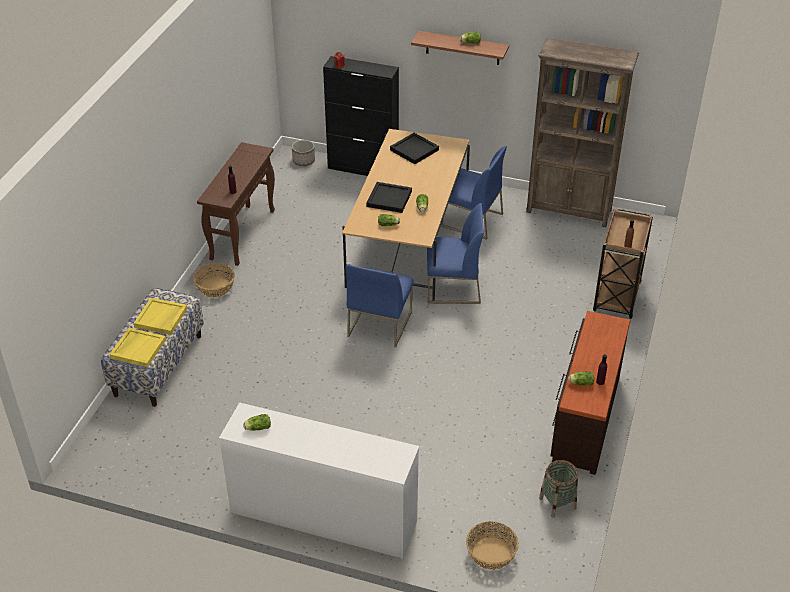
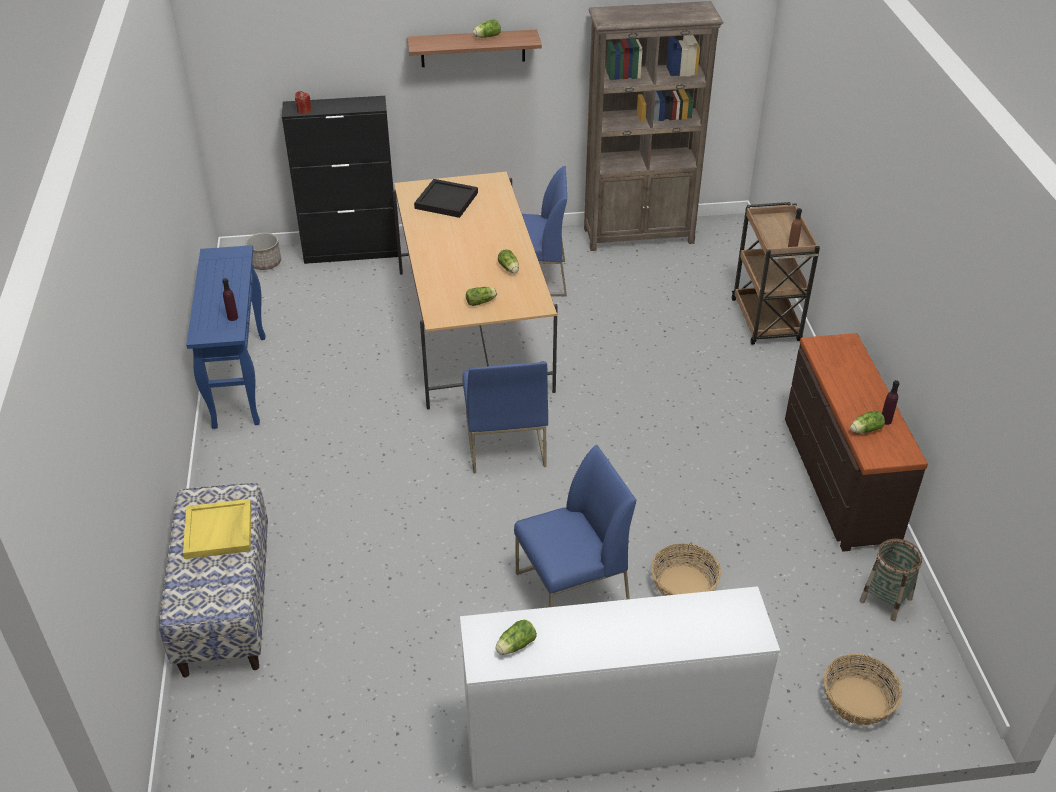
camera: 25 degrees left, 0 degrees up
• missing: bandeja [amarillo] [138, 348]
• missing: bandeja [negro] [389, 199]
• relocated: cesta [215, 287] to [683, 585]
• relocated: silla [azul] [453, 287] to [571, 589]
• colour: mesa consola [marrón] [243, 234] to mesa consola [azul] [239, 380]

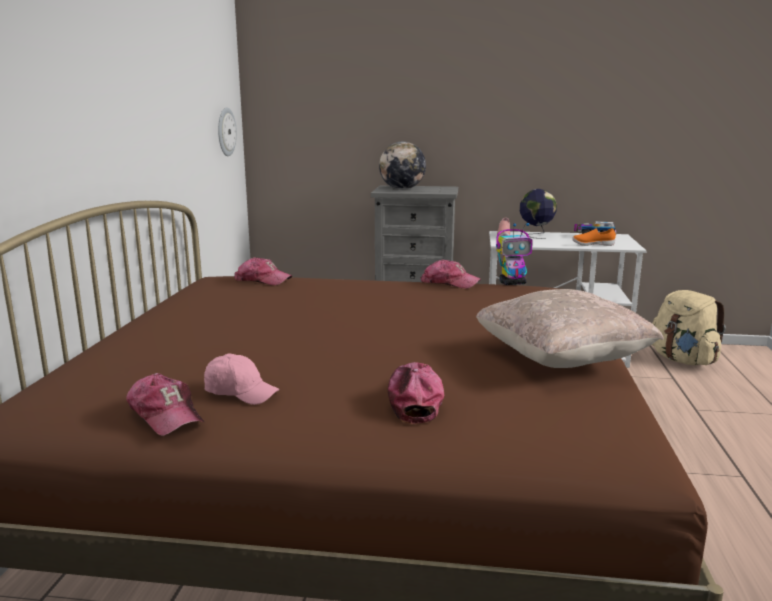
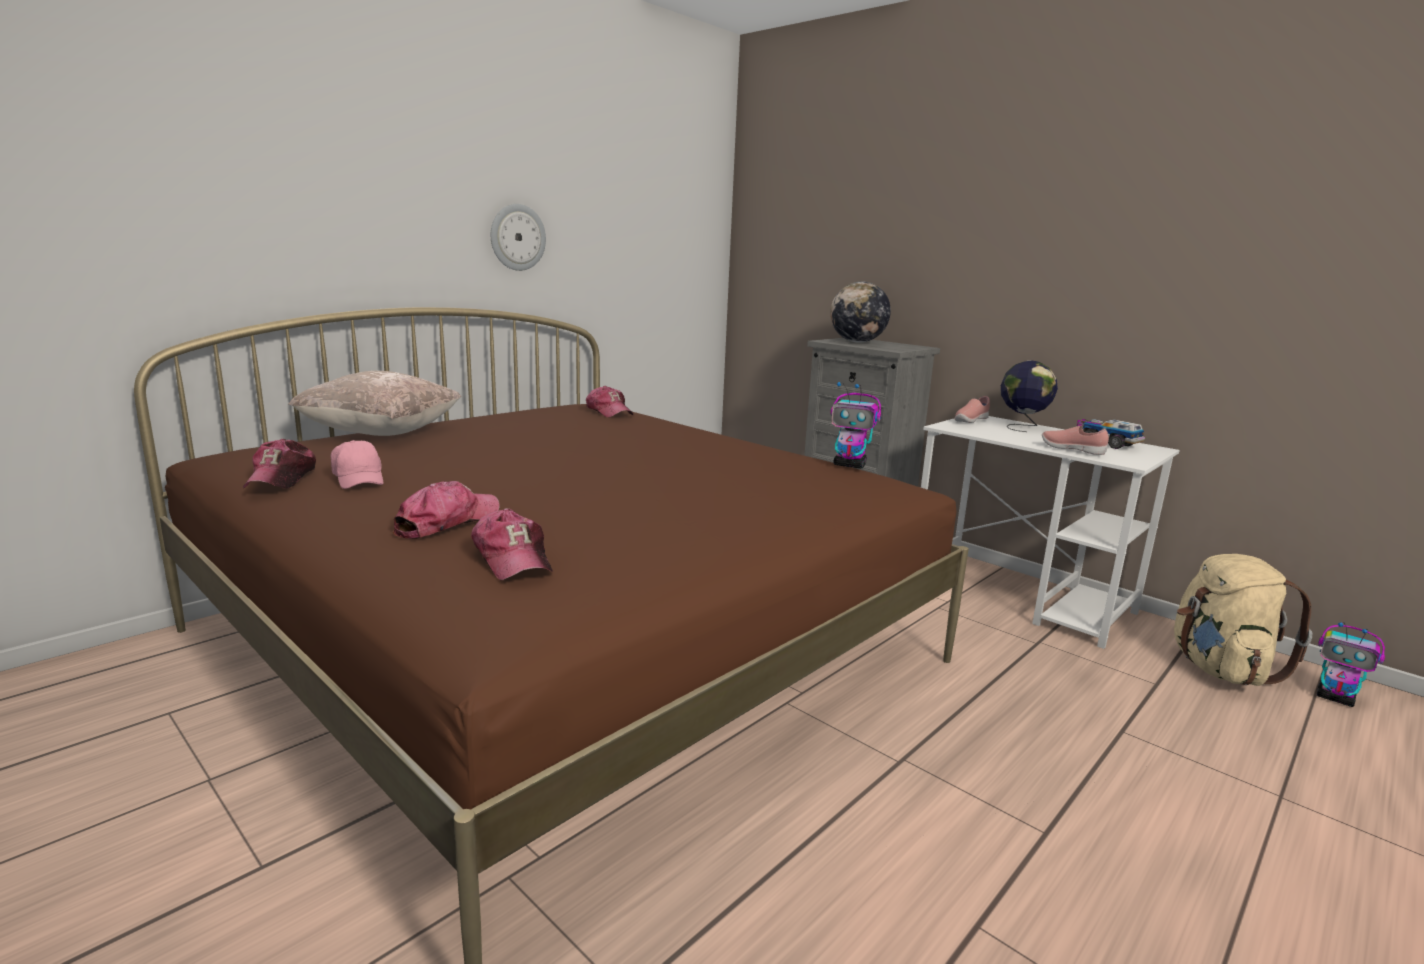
camera: 35 degrees right, 0 degrees up
• appeared: robot de juguete [1335, 698]
• relocated: reloj de pared [225, 132] to [517, 237]
• relocated: gorra [449, 283] to [513, 559]
• relocated: cojín [beis] [561, 360] to [381, 434]
• colour: zapato [naranja] [592, 245] to zapato [rosa] [1072, 450]

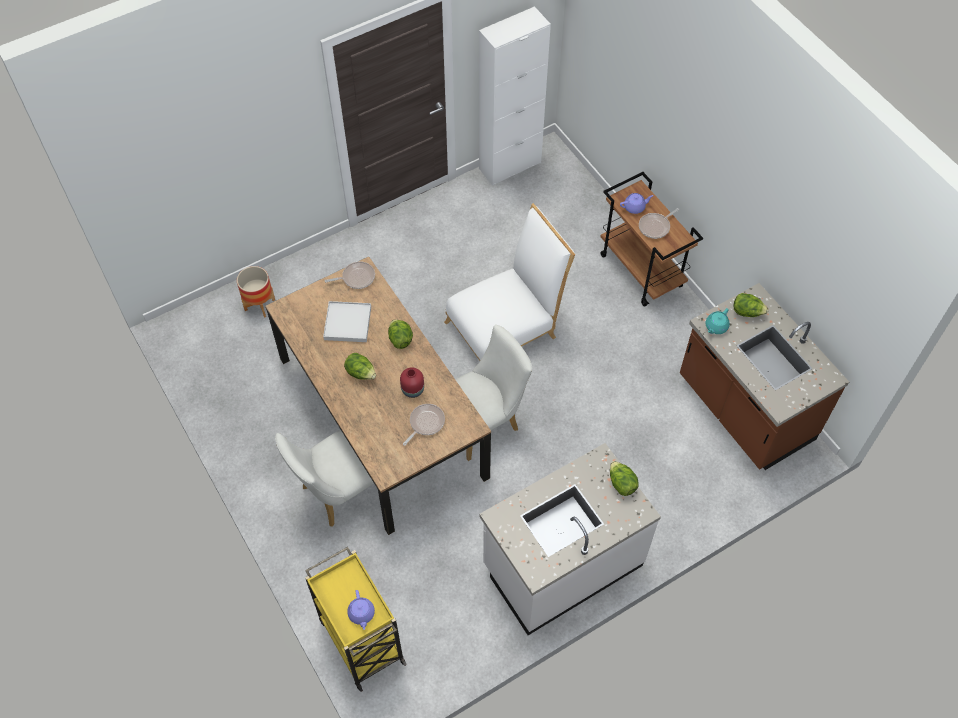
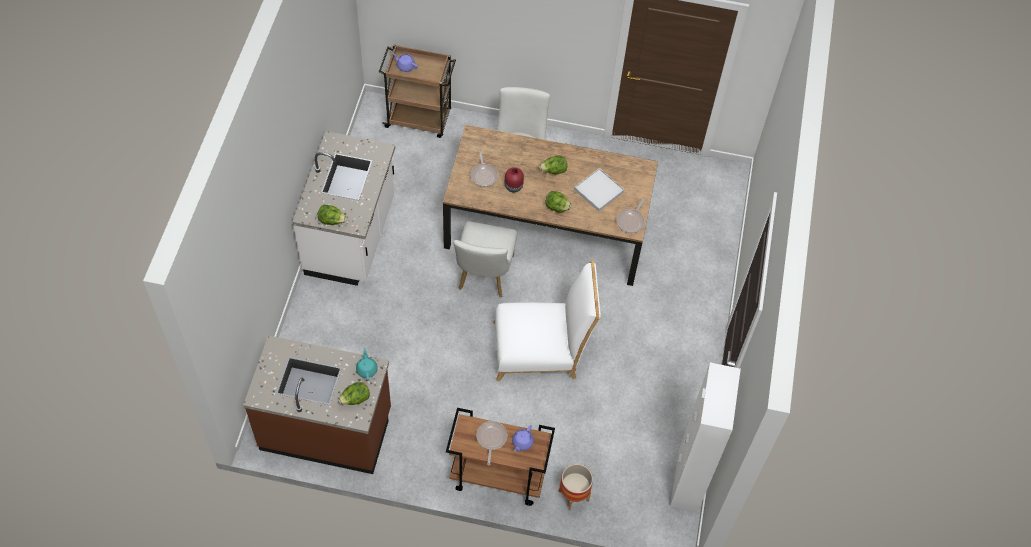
camera: 130 degrees right, 0 degrees up
• relocated: maceta [260, 305] to [573, 495]
• colour: carrito [amarillo] [361, 639] to carrito [marrón] [419, 119]
• spun: silla [blanco] [506, 326] = [541, 349] 105 degrees counterclockwise

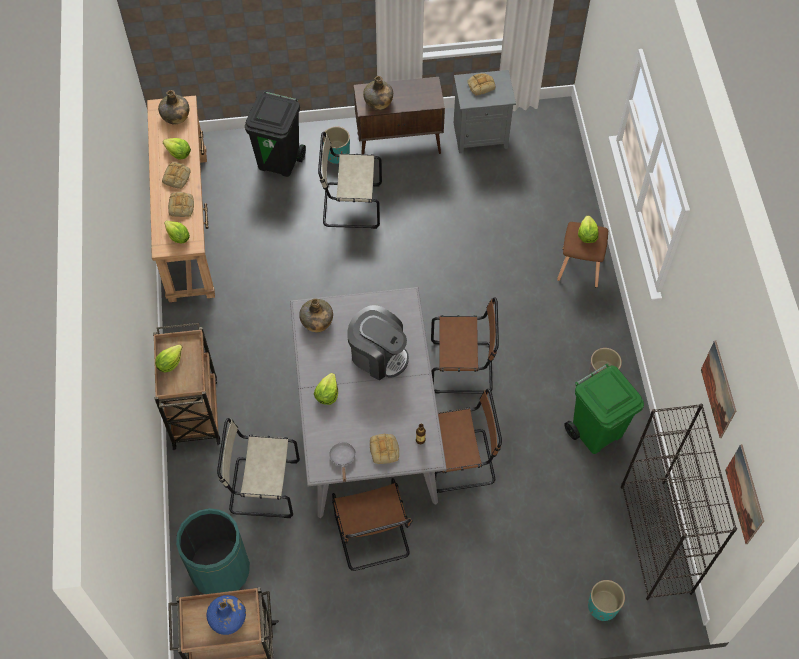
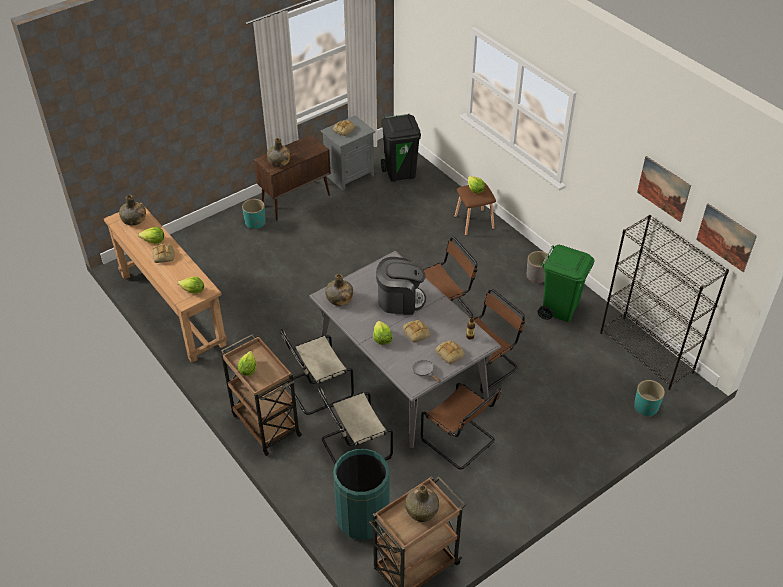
camera: 30 degrees left, 15 degrees down
• relocated: pan [181, 207] to [417, 333]
• relocated: papelera [negro] [279, 161] to [400, 173]
• relocated: silla [beis] [349, 205] to [316, 390]
• colour: botella [azul] [228, 619] to botella [verde] [422, 510]

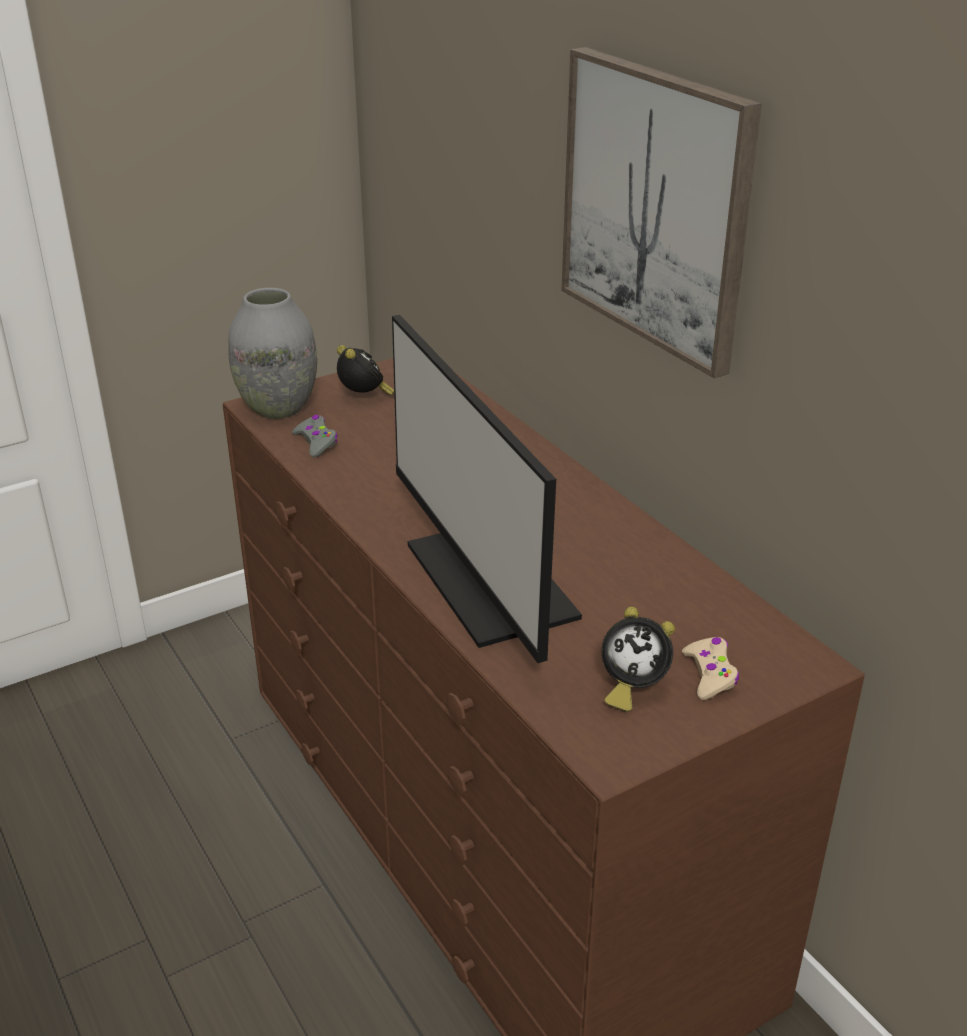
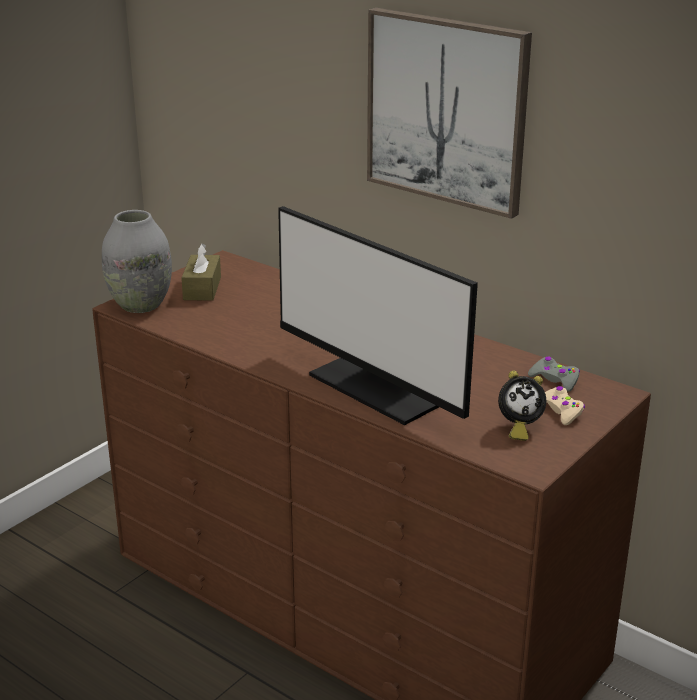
camera: 20 degrees left, 5 degrees down
• relocated: mando de consola [gris] [316, 442] to [555, 379]
• exchanged: despertador [364, 398] to caja de pañuelos [marrón] [202, 288]

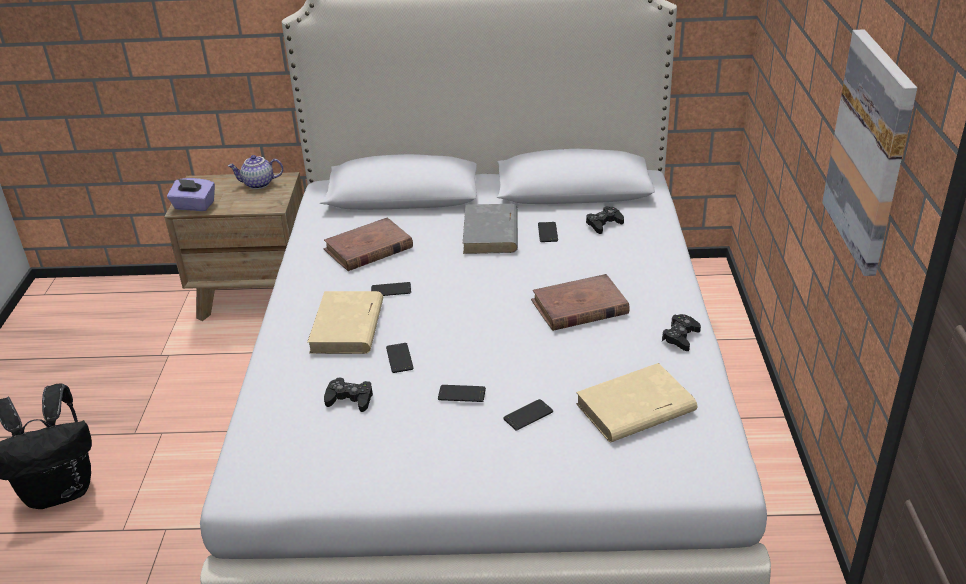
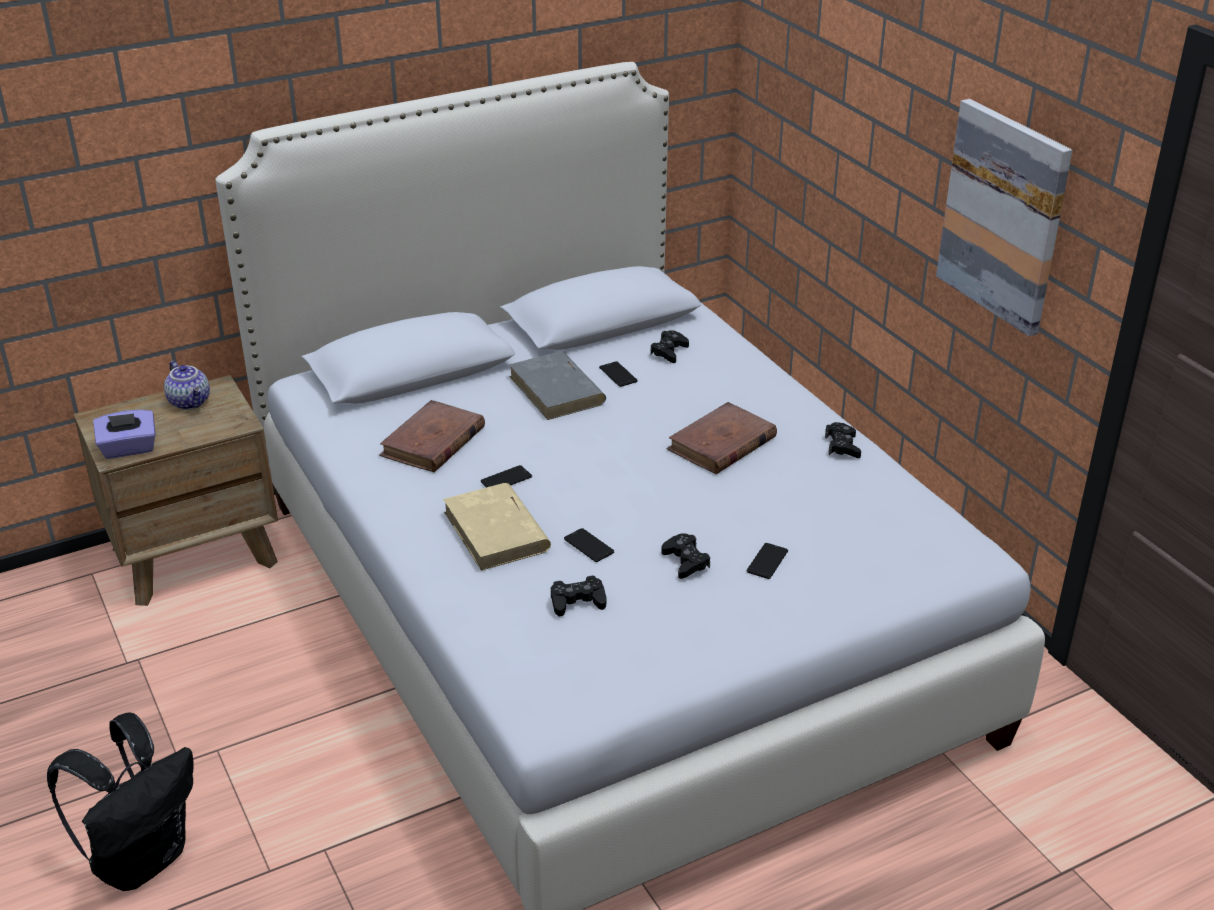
camera: 30 degrees left, 0 degrees up
• missing: libro [beis] [634, 408]
• exchanged: móvil [461, 394] to mando de consola [negro] [685, 561]
• spun: tetera [258, 184] = [190, 402] 90 degrees counterclockwise

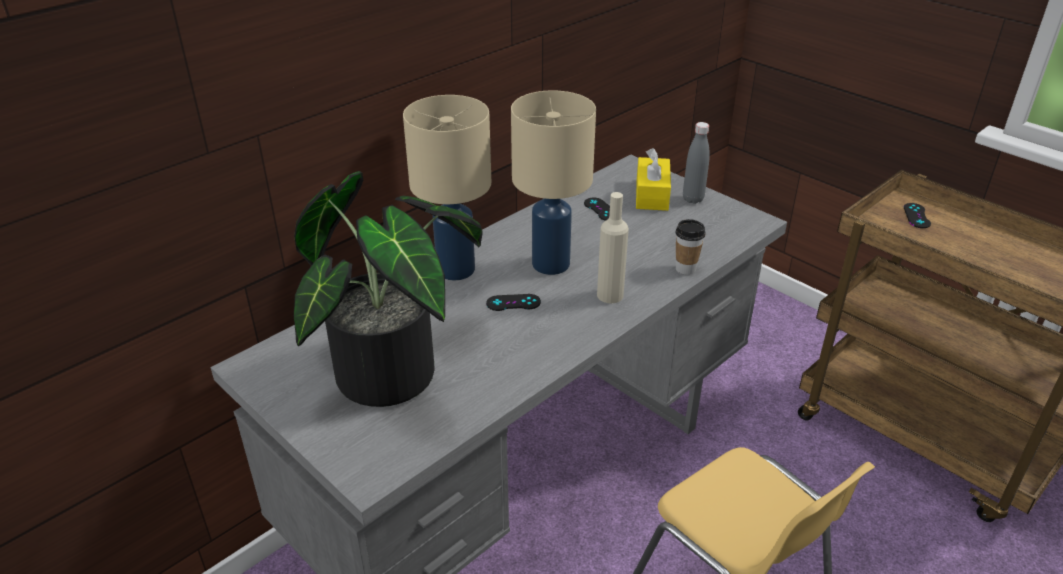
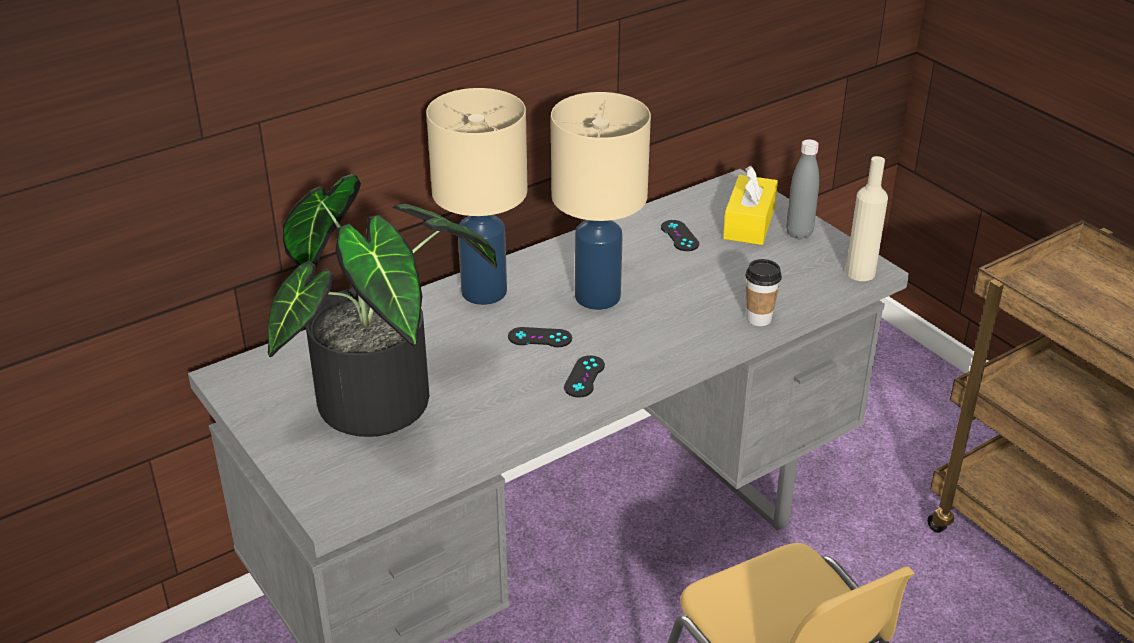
camera: 10 degrees right, 0 degrees up
• relocated: botella [beis] [610, 295] to [860, 272]
• relocated: mando de consola [negro] [916, 216] to [584, 377]

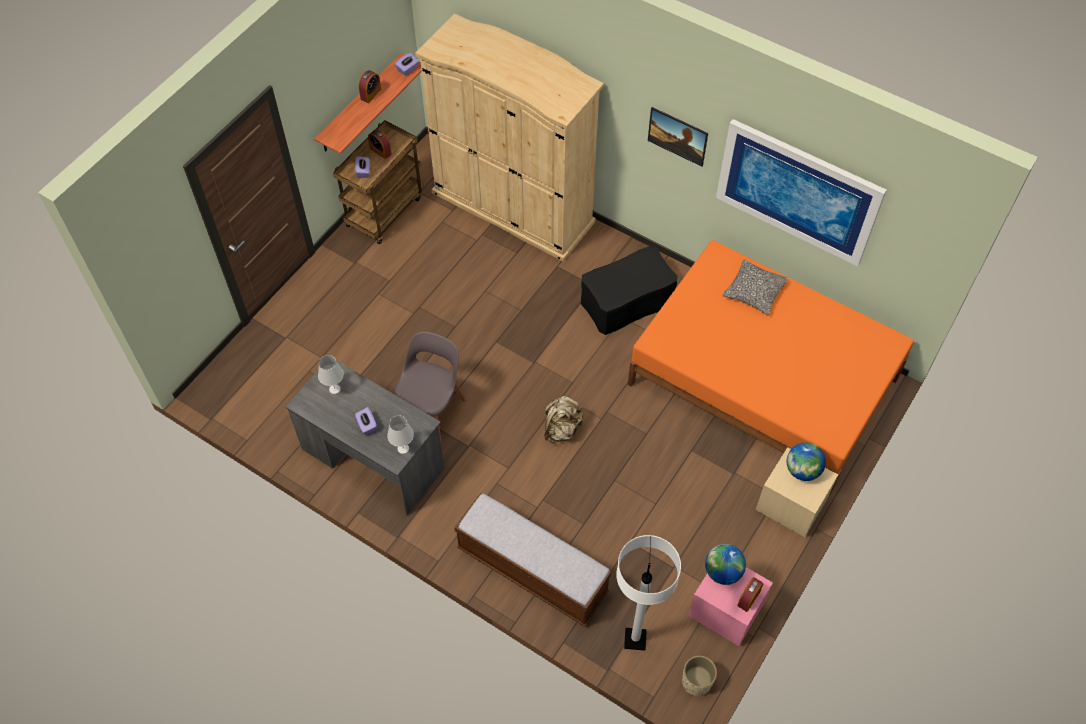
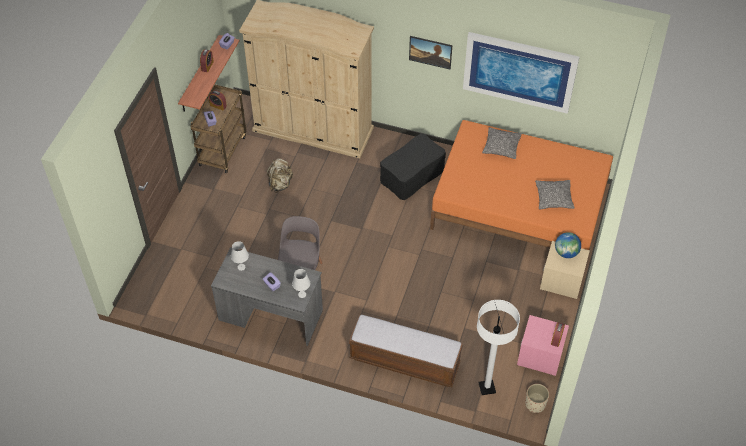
camera: 15 degrees left, 5 degrees down
• missing: globo terráqueo [722, 572]
• appeared: cojín [553, 198]
• relocated: mochila [beis] [562, 429] to [280, 184]

